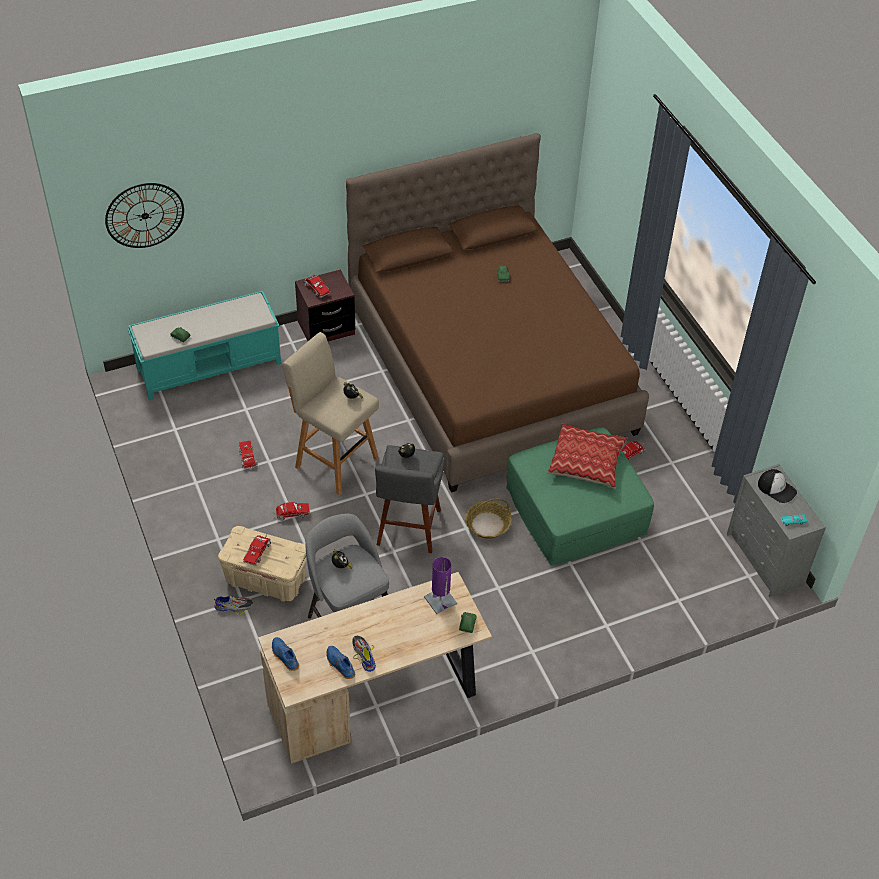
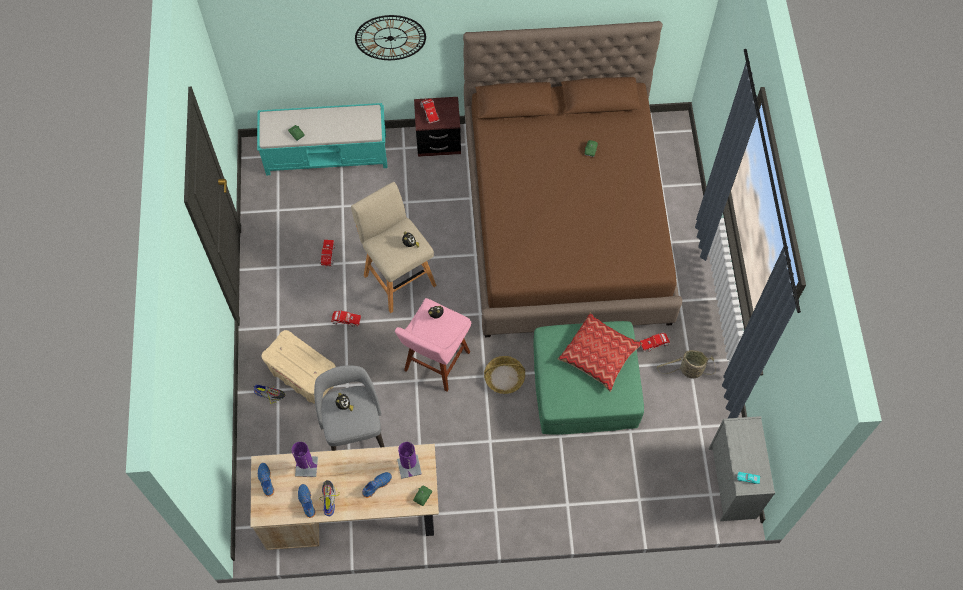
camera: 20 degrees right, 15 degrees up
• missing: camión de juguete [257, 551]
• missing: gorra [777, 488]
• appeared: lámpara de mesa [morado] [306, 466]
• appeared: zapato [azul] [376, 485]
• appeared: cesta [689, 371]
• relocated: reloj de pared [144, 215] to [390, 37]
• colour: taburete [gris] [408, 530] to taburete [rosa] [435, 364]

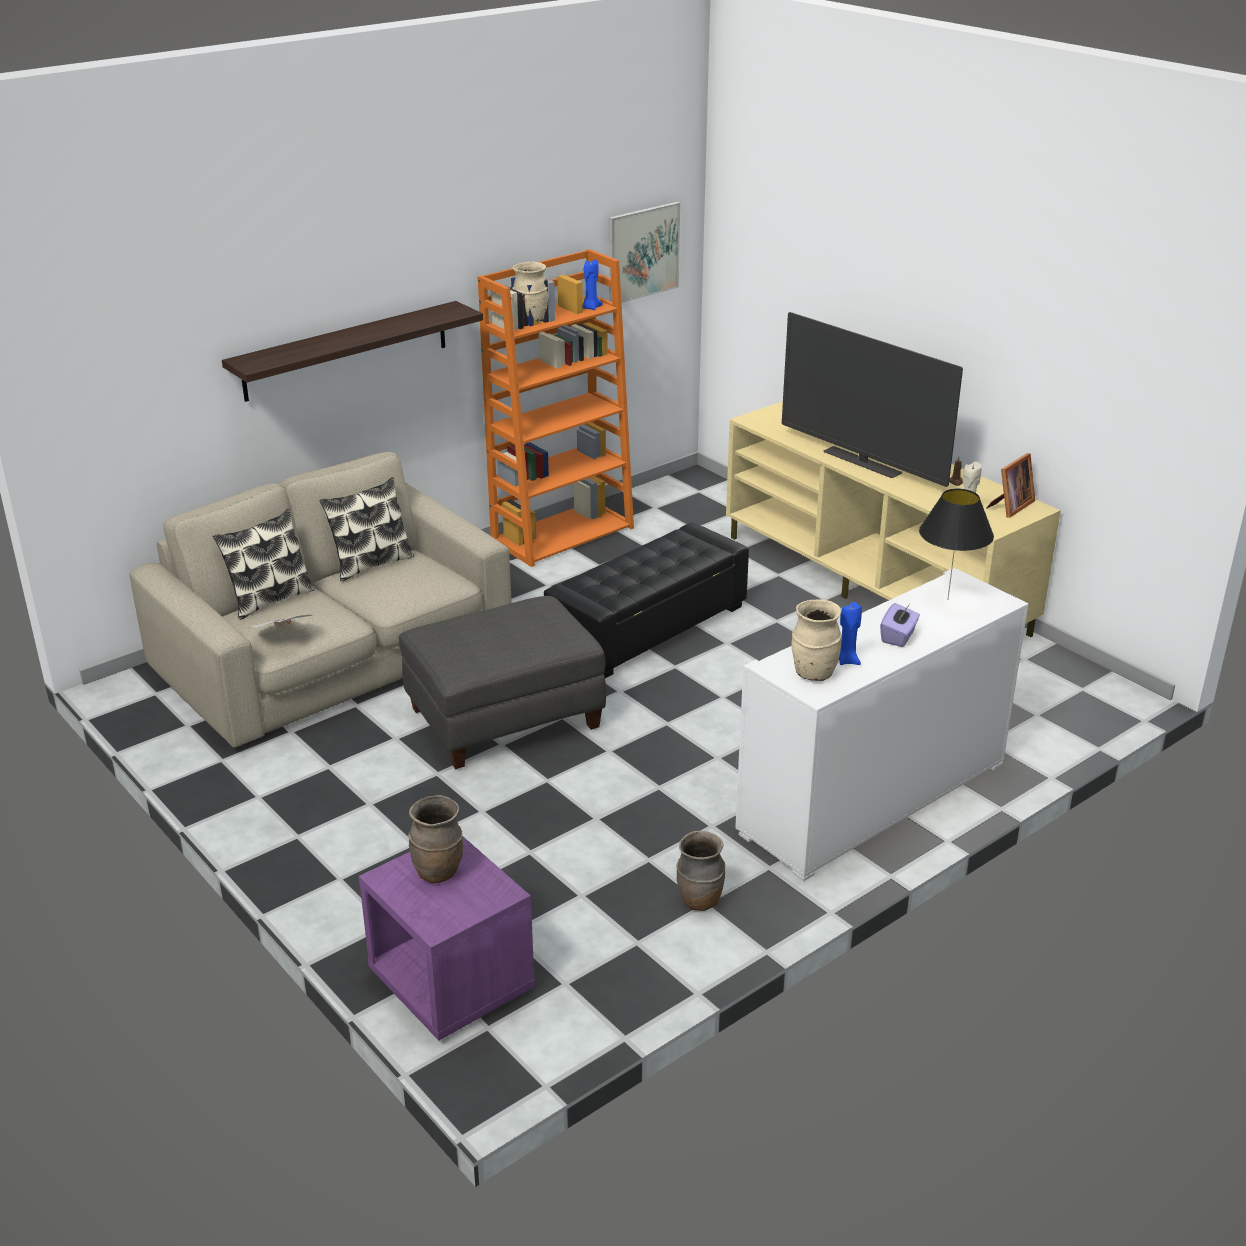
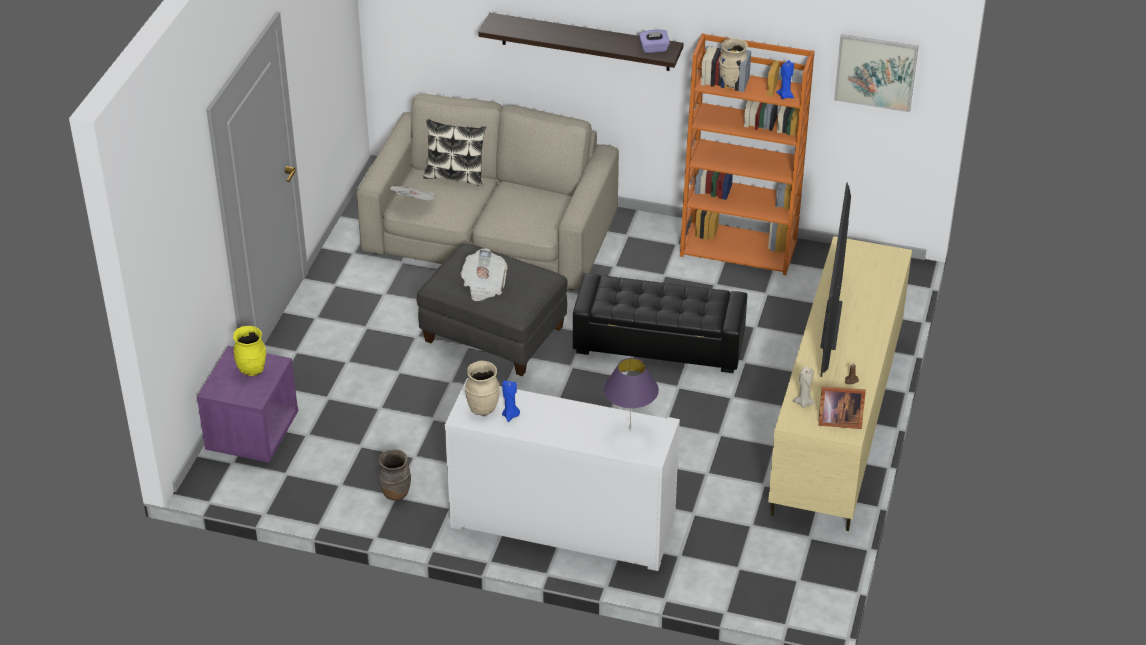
camera: 55 degrees right, 10 degrees up
• missing: cojín [371, 564]
• appeared: periódico [484, 286]
• relocated: caja de pañuelos [morado] [898, 637] to [654, 49]
• colour: florero [marrón] [438, 872] to florero [amarillo] [252, 370]
• colour: lámpara de mesa [negro] [948, 599] to lámpara de mesa [morado] [630, 431]

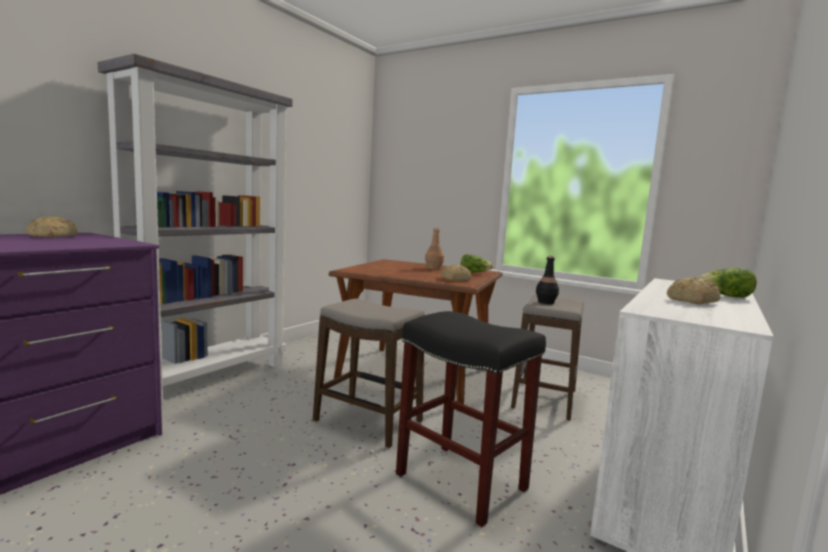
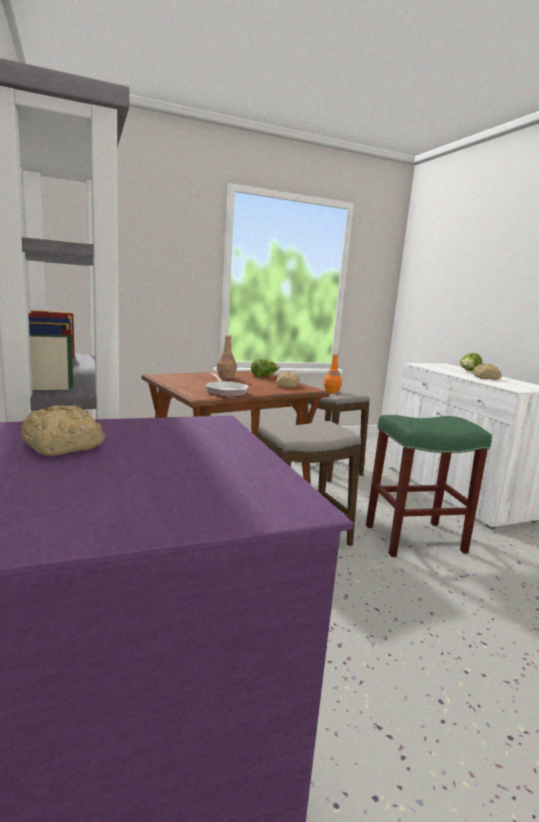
camera: 55 degrees left, 5 degrees up
• appeared: sartén [225, 391]
• colour: taburete [negro] [463, 482] to taburete [verde] [415, 538]
• colour: botella [negro] [546, 302] to botella [naranja] [331, 392]

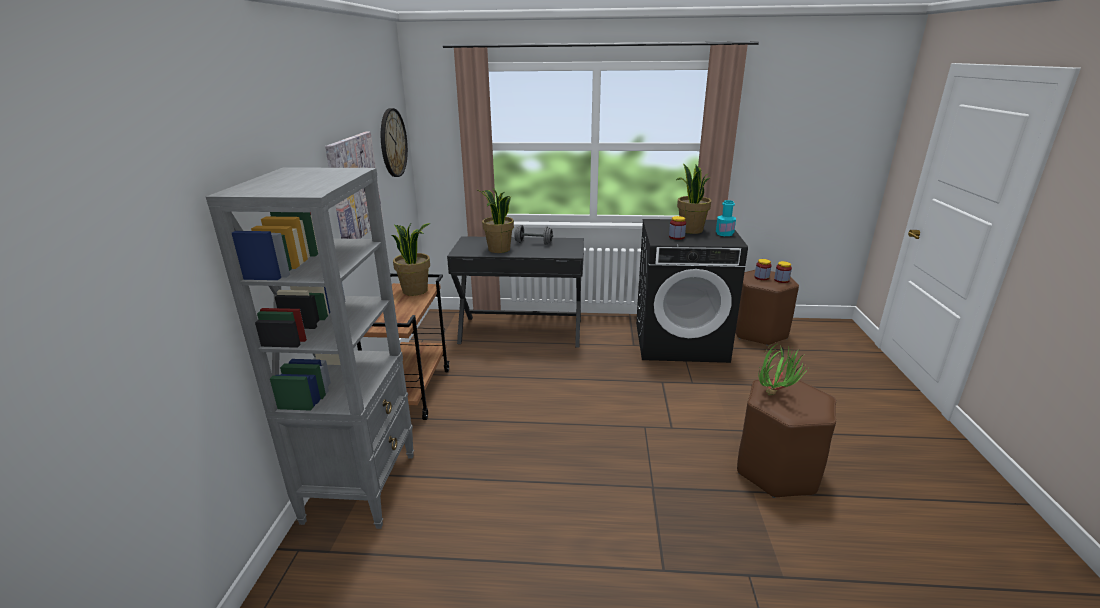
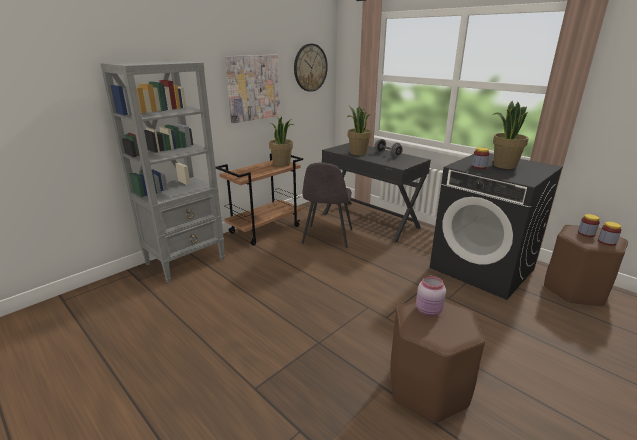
camera: 40 degrees right, 0 degrees up
• missing: botella [turquesa] [724, 234]
• appeared: silla [gris] [327, 237]
• exchanged: planta en maceta [776, 394] to tarro [rosa] [429, 311]

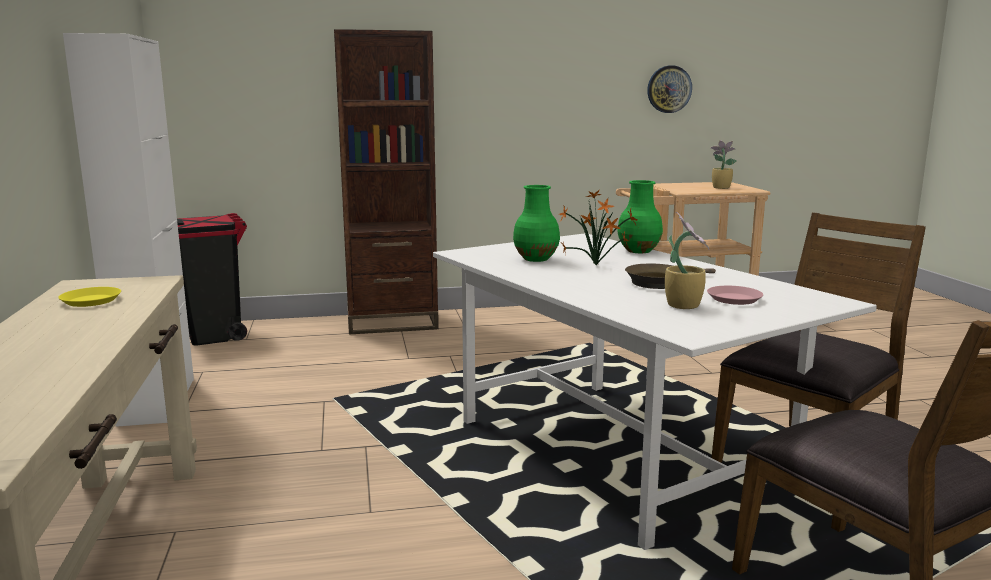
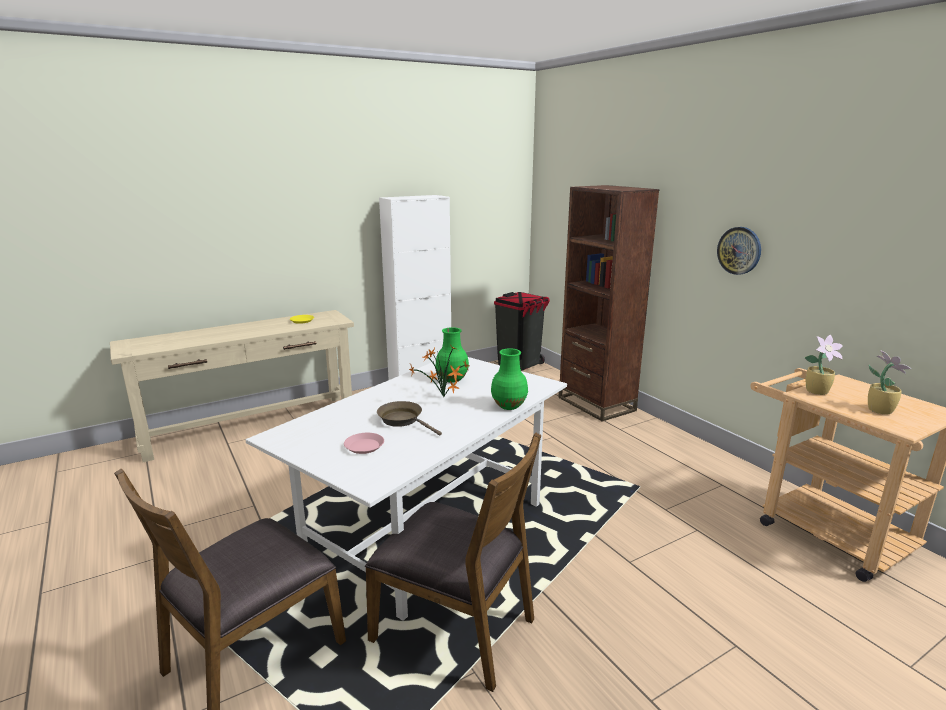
camera: 70 degrees right, 5 degrees up
• relocated: reloj de pared [669, 89] to [739, 250]
• relocated: planta en maceta [683, 305] to [818, 391]

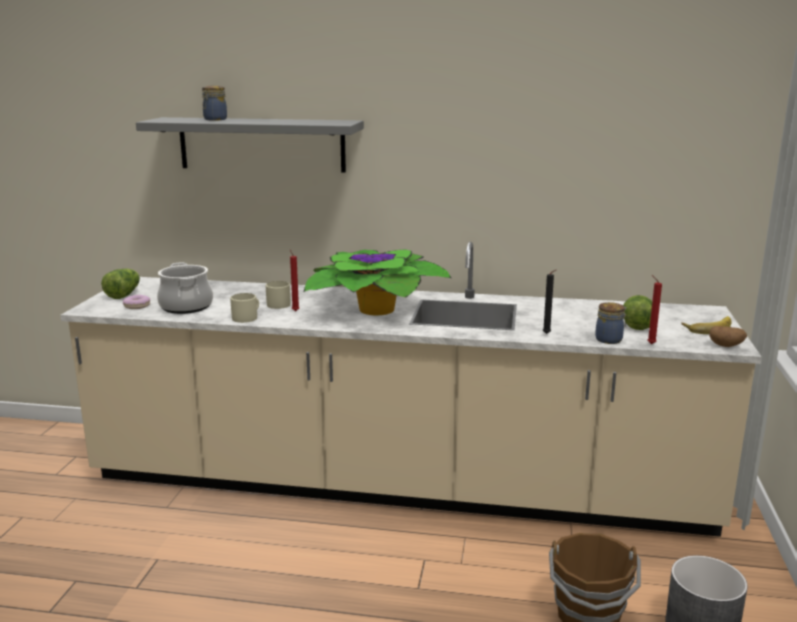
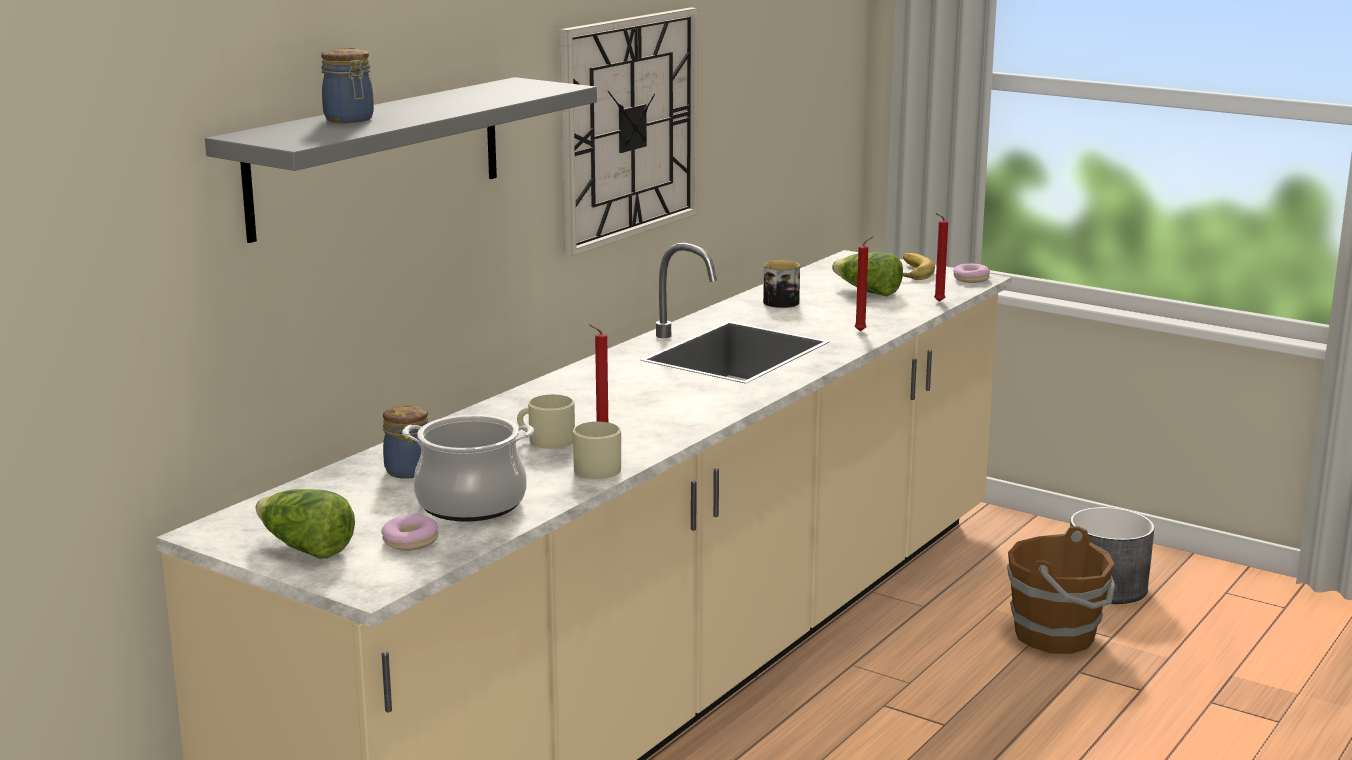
camera: 65 degrees left, 0 degrees up
• missing: planta en maceta [374, 308]
• appeared: reloj de pared [629, 127]
• appeared: taza grande [784, 301]
• relocated: tarro [609, 340] to [409, 470]
• exchanged: patata [726, 345] to rosquilla [970, 279]
• colour: vela [negro] [547, 334] to vela [rojo] [862, 331]

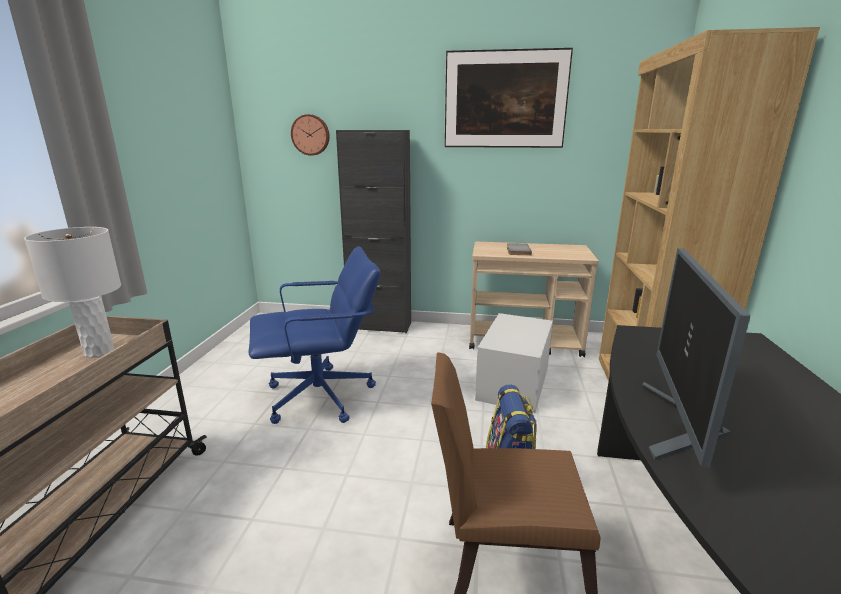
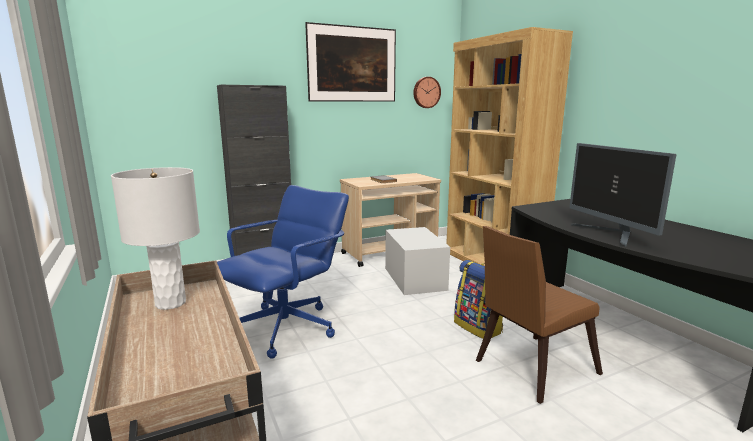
camera: 35 degrees left, 5 degrees down
• relocated: reloj de pared [311, 135] to [426, 92]

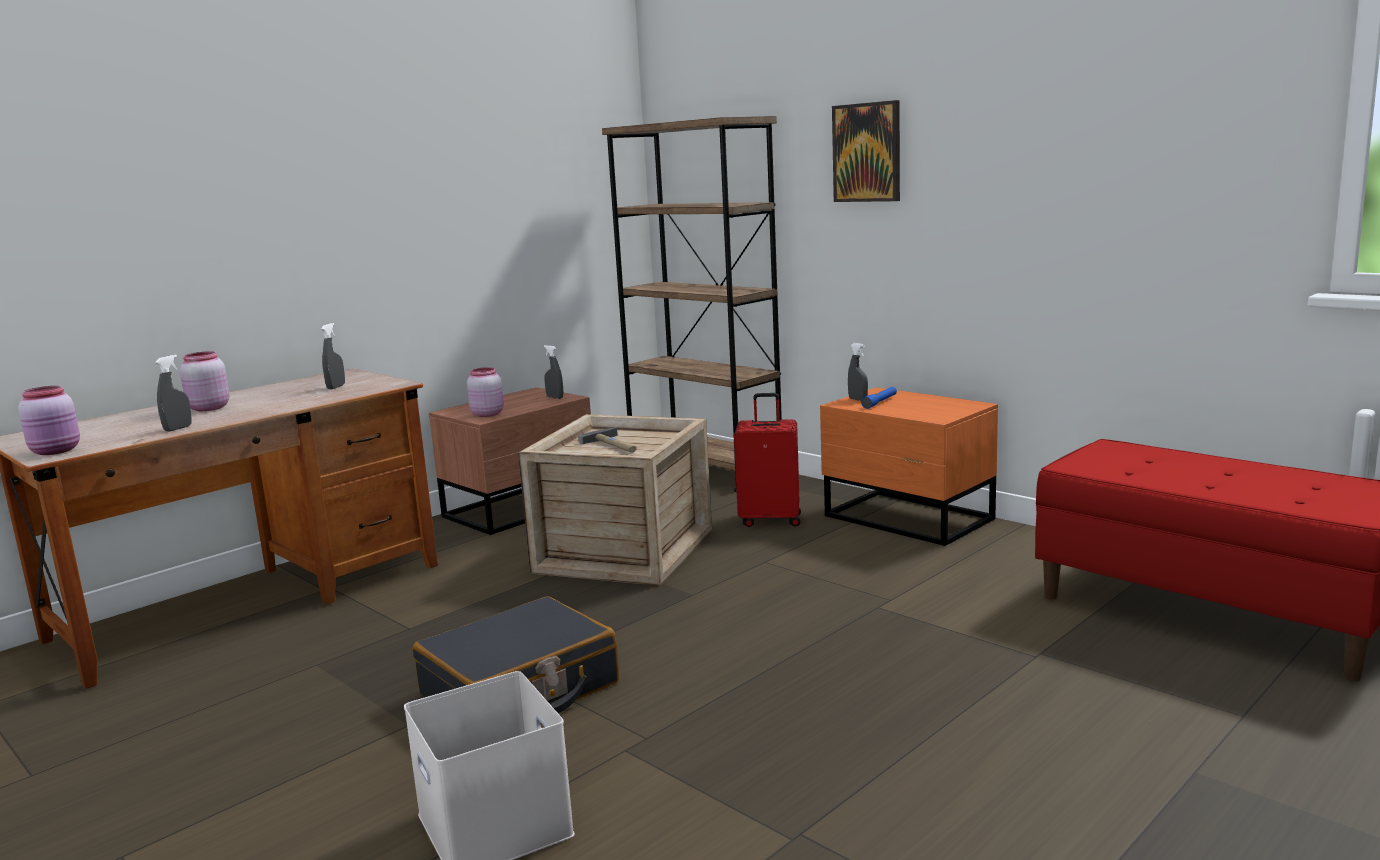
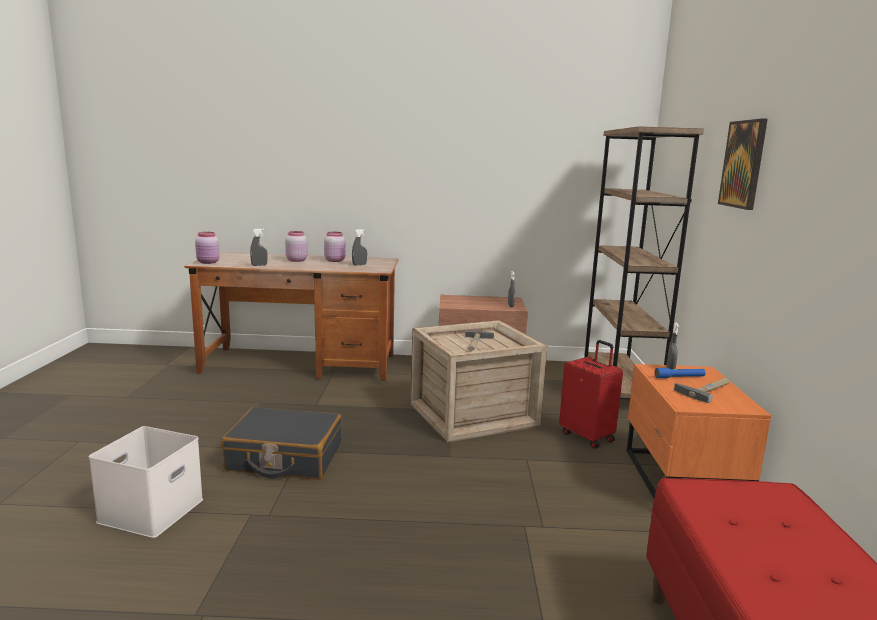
camera: 45 degrees right, 0 degrees up
• appeared: martillo [706, 390]
• relocated: tarro [rosa] [487, 414] to [335, 260]

